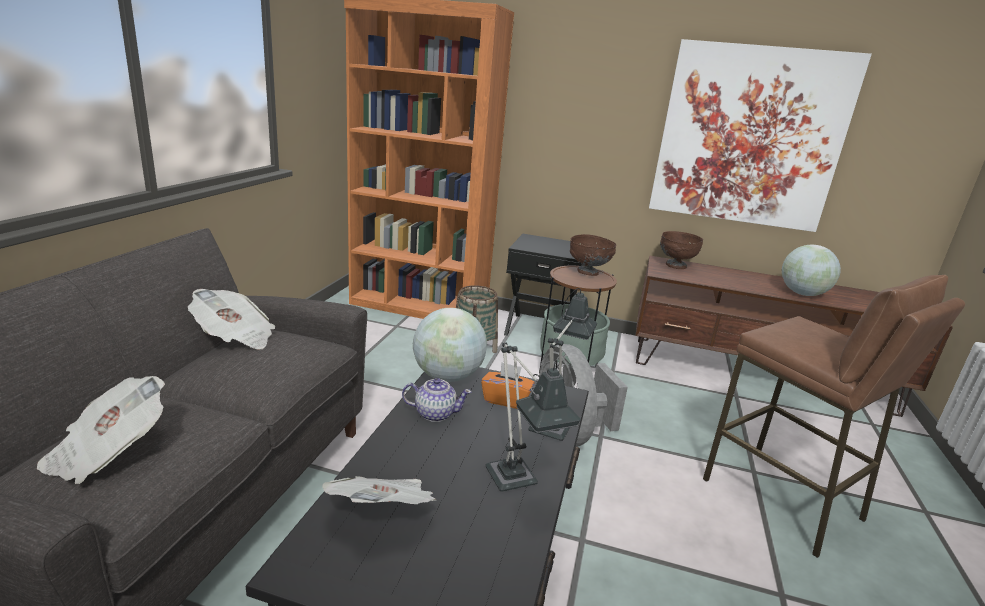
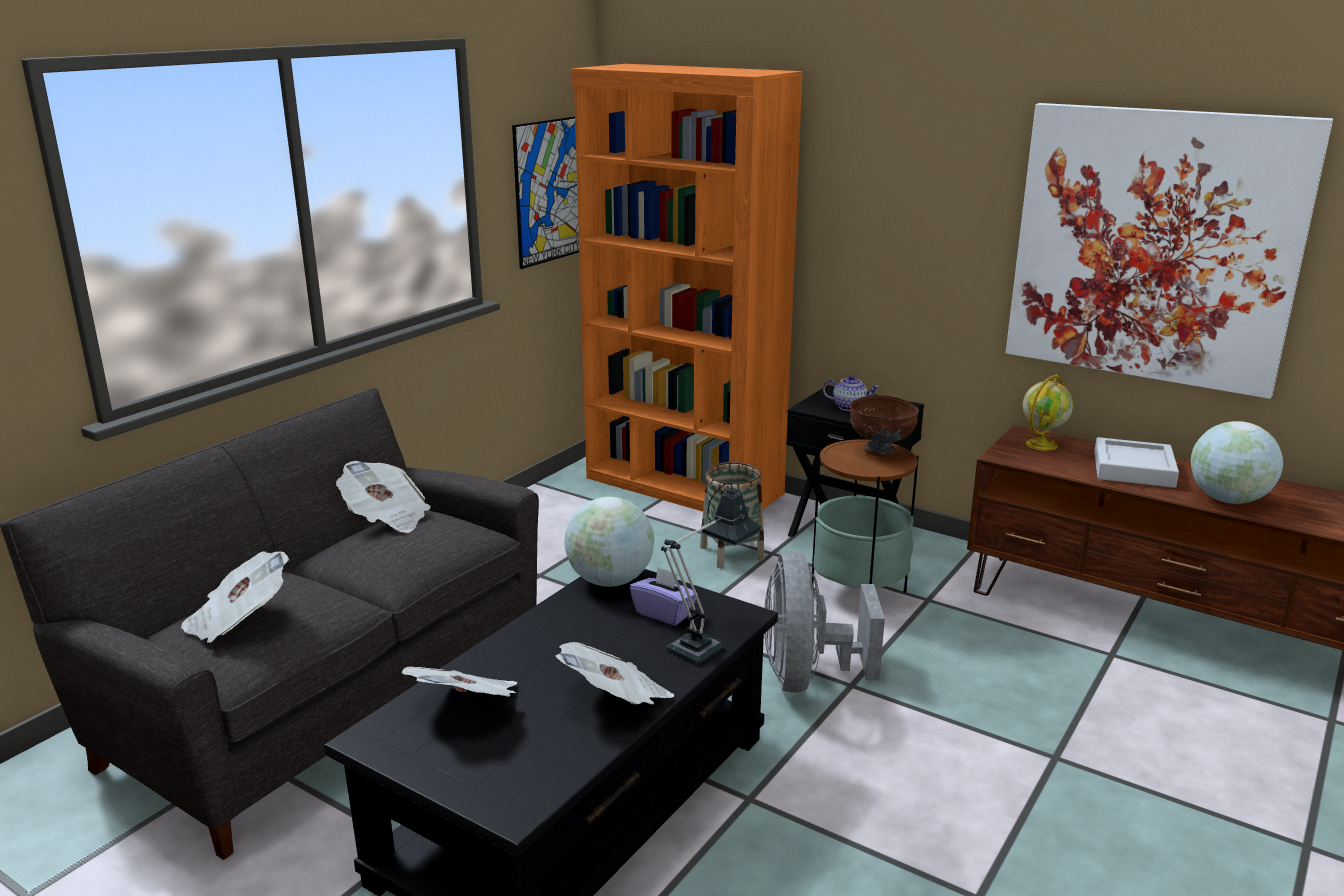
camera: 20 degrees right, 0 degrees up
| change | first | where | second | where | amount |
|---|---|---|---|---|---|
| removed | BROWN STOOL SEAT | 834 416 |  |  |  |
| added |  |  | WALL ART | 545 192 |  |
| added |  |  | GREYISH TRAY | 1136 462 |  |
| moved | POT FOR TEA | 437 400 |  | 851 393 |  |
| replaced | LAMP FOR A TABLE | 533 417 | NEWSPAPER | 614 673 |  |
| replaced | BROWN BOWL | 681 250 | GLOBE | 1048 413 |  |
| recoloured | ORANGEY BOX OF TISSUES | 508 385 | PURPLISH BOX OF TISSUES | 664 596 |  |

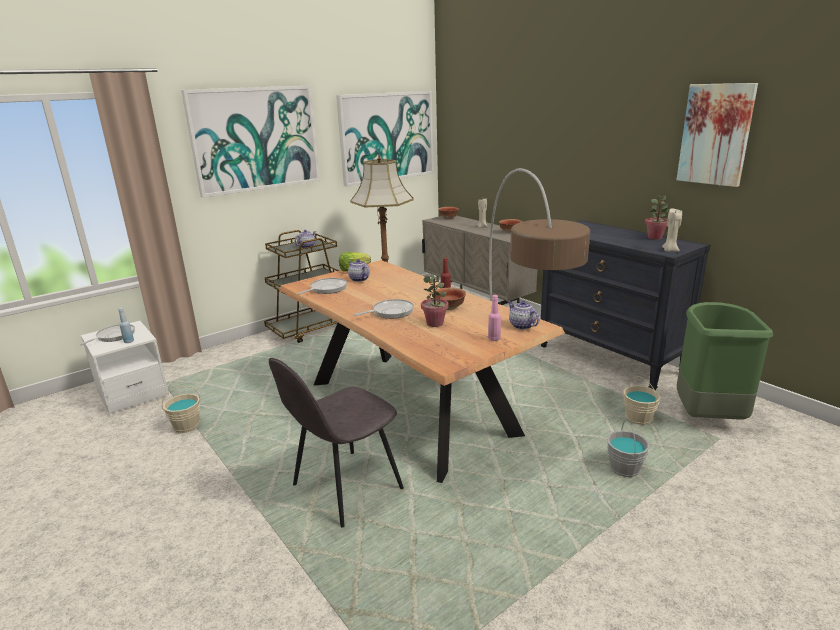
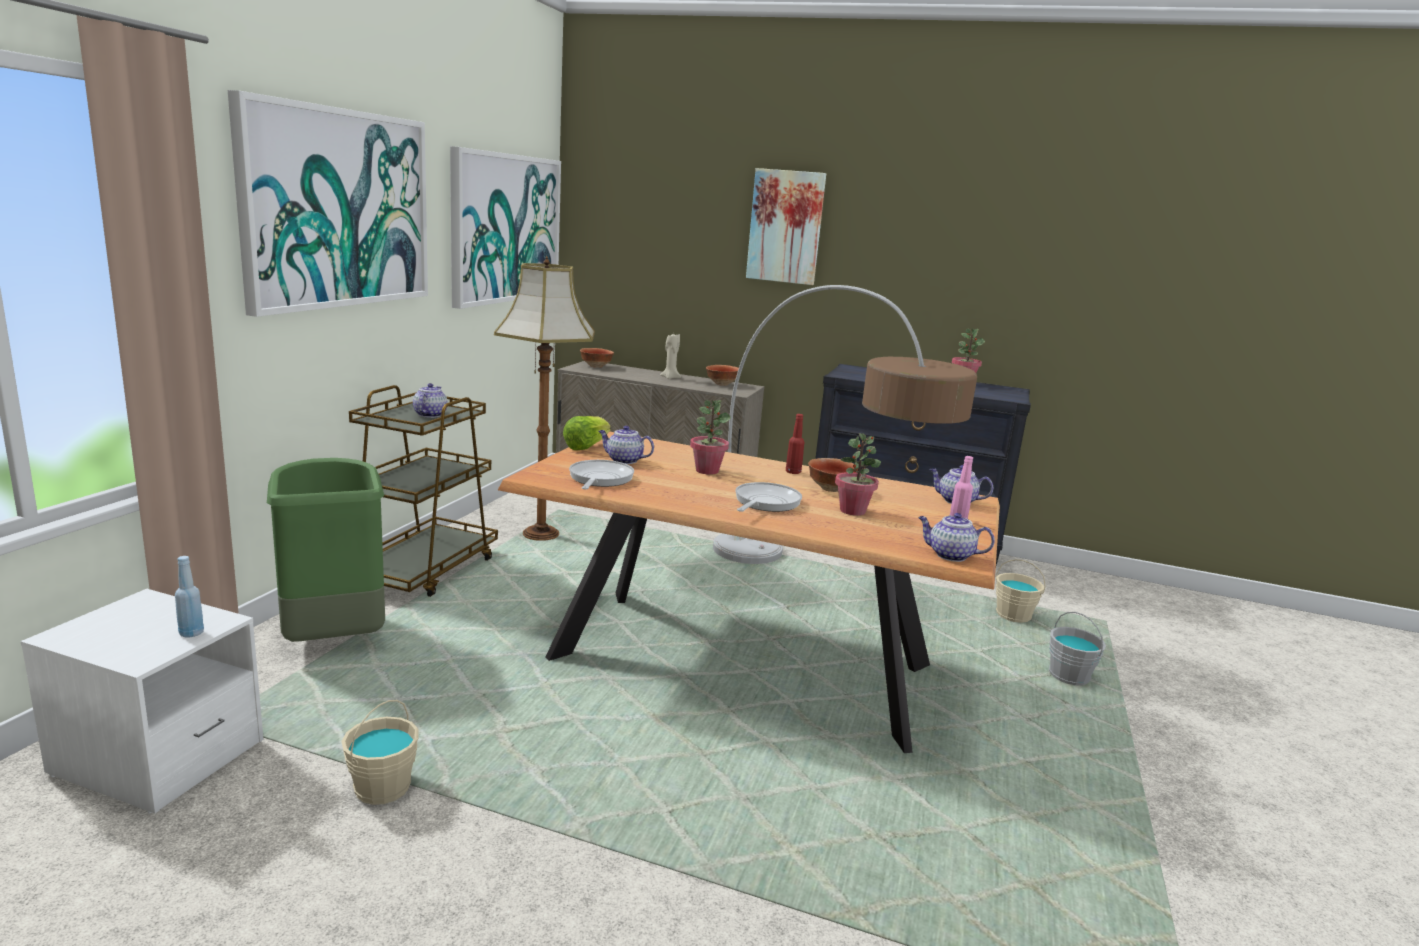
camera: 35 degrees left, 5 degrees down
| change | first | where | second | where | amount |
|---|---|---|---|---|---|
| removed | PAN | 107 334 |  |  |  |
| removed | GREYISH UPRIGHT CHAIR | 336 443 |  |  |  |
| removed | BEIGE-COLOURED CANDLE | 672 230 |  |  |  |
| added |  |  | POTTED PLANT | 710 437 |  |
| added |  |  | POT FOR TEA | 956 537 |  |
| moved | WALL ART | 717 135 |  | 786 226 |  |
| moved | GREEN TRASH CAN | 725 361 |  | 326 550 |  |

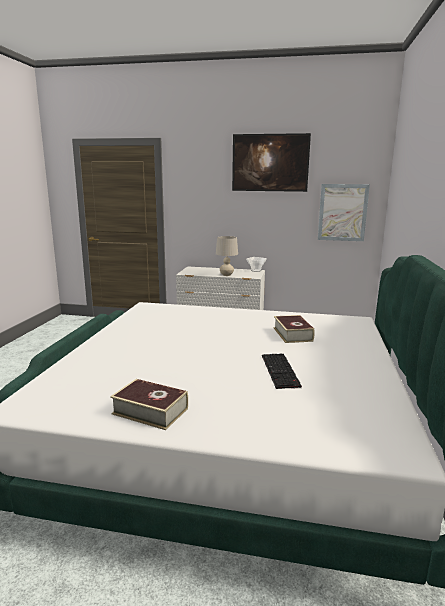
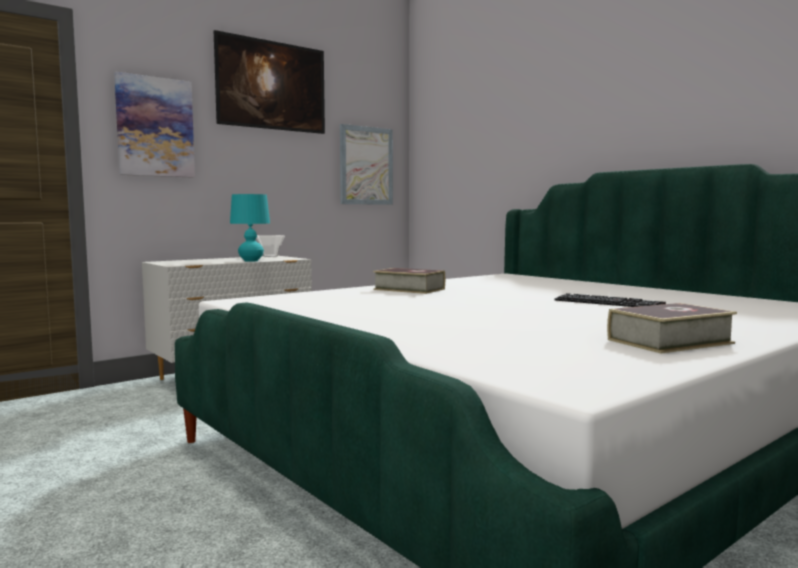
camera: 50 degrees left, 10 degrees down
| change | first | where | second | where | amount |
|---|---|---|---|---|---|
| added |  |  | WALL ART | 154 125 |  |
| moved | BOUND BOOK | 294 329 |  | 409 281 |  |
| recoloured | BEIGE-COLOURED LAMP FOR A TABLE | 227 256 | TURQUOISE LAMP FOR A TABLE | 250 228 |  |

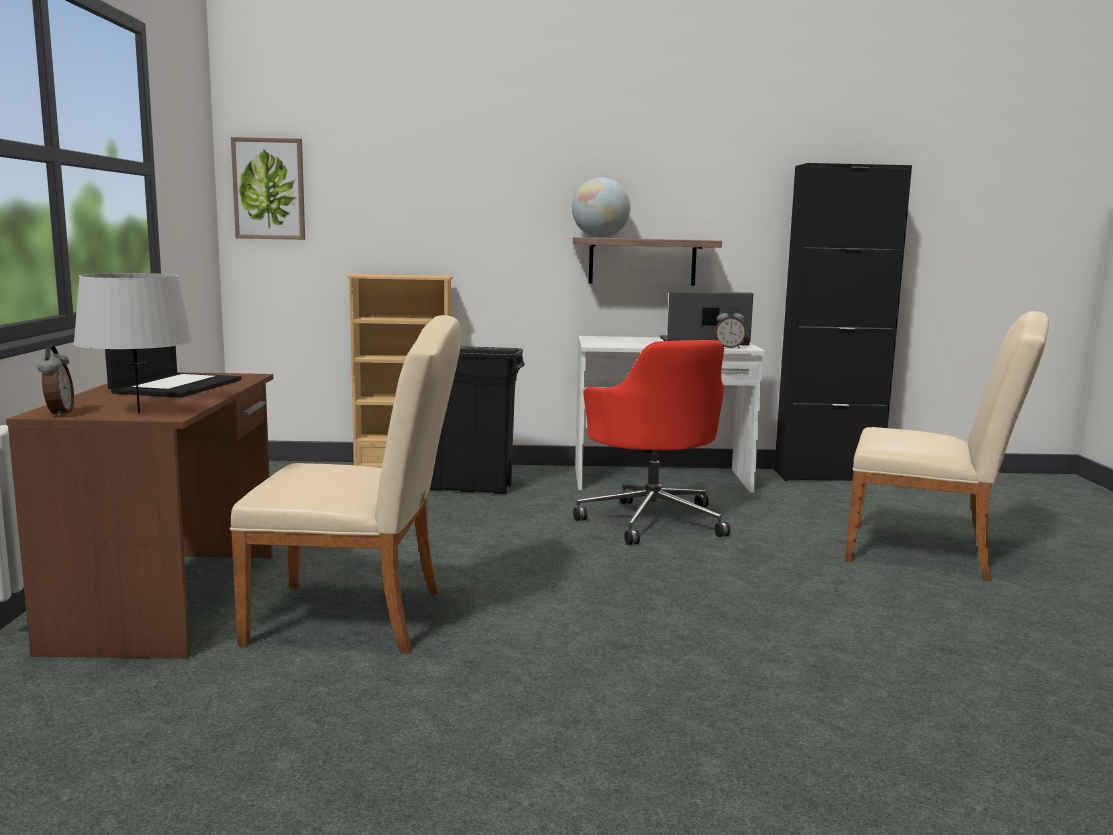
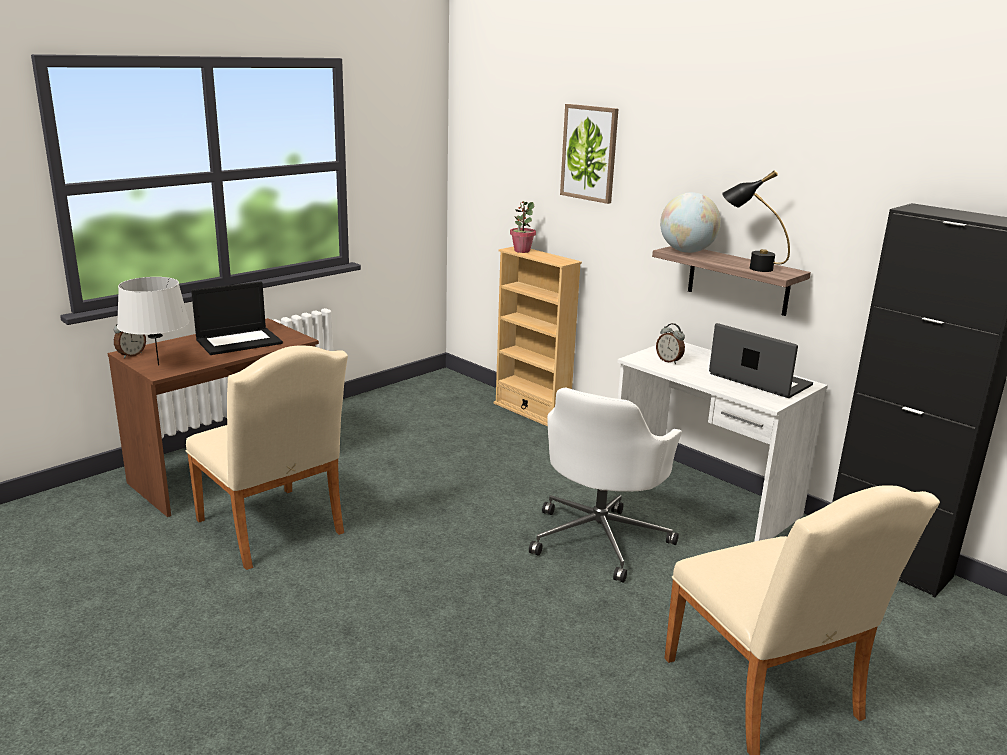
camera: 45 degrees right, 10 degrees up
| change | first | where | second | where | amount |
|---|---|---|---|---|---|
| removed | BLACKISH TRASH CAN | 477 420 |  |  |  |
| added |  |  | POTTED PLANT | 523 227 |  |
| added |  |  | BLACKISH LAMP FOR A TABLE | 756 221 |  |
| moved | WALL ART | 268 188 |  | 589 154 |  |
| moved | BEDSIDE CLOCK | 730 327 |  | 670 343 |  |
| recoloured | RED COMPUTER CHAIR | 651 442 | WHITISH COMPUTER CHAIR | 605 485 |  |

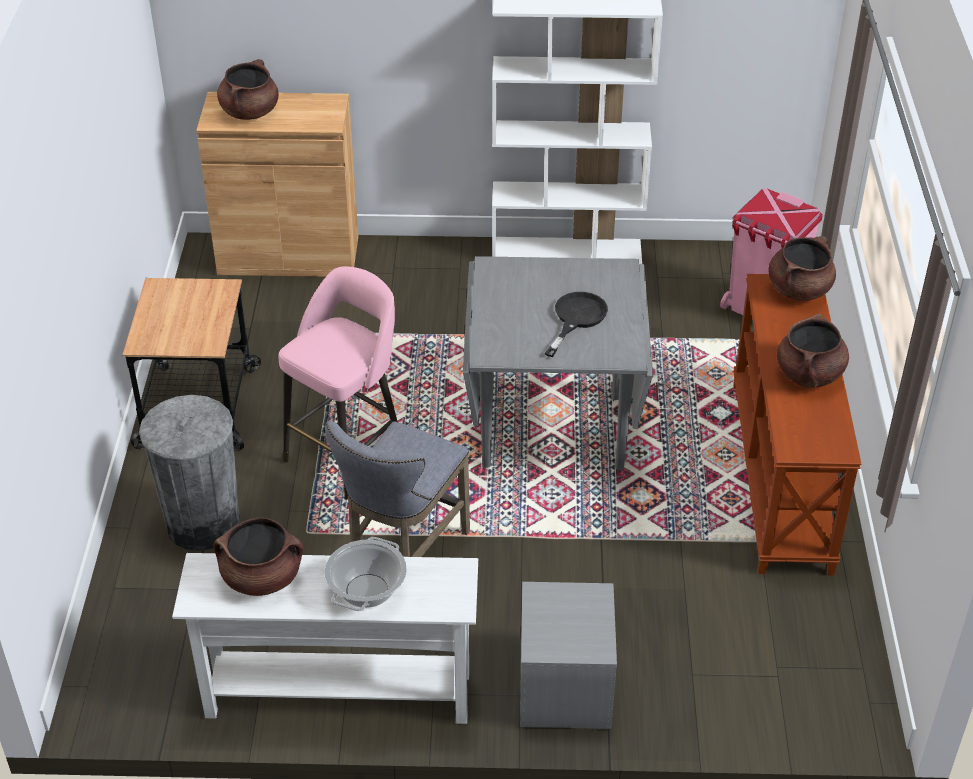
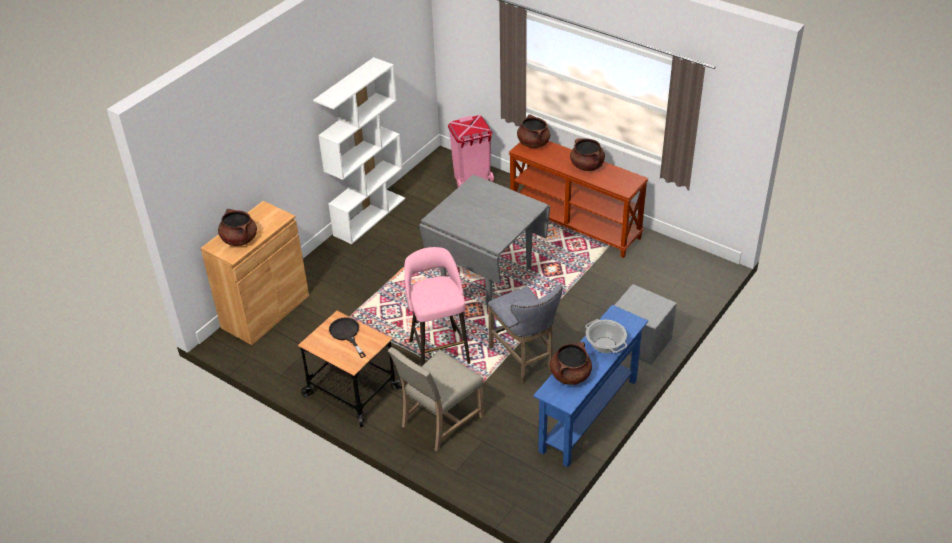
camera: 55 degrees left, 0 degrees up
| change | first | where | second | where | amount |
|---|---|---|---|---|---|
| moved | BLACKISH PAN | 576 324 |  | 347 337 |  |
| replaced | GREYISH TRASH CAN | 189 473 | BEIGE-COLOURED UPRIGHT CHAIR | 436 399 |  |
| recoloured | WHITISH HALL TABLE | 325 638 | BLUE HALL TABLE | 590 386 |  |

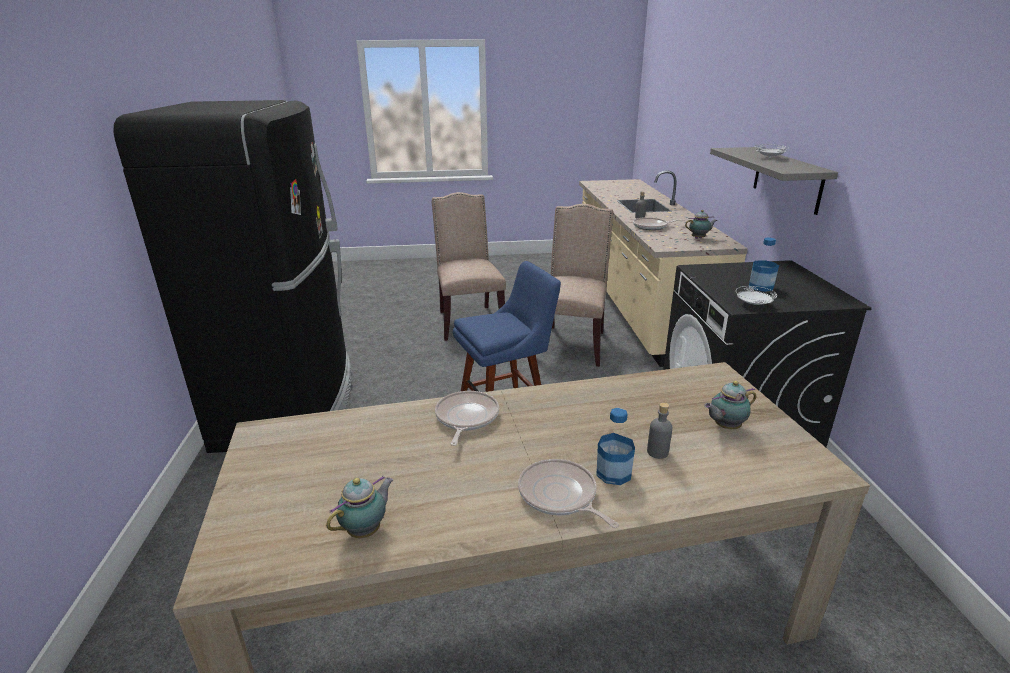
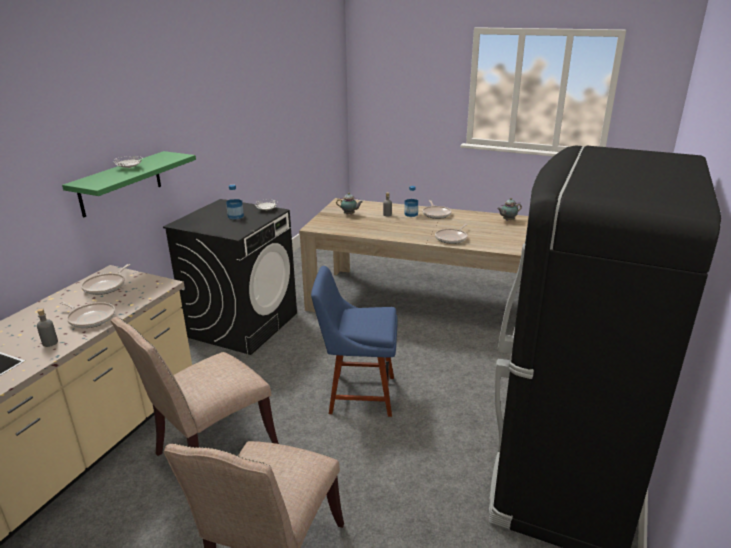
camera: 150 degrees left, 0 degrees up
| change | first | where | second | where | amount |
|---|---|---|---|---|---|
| replaced | POT FOR TEA | 701 224 | PAN | 105 279 |  |
| recoloured | GREYISH BRACKET SHELF | 774 181 | GREEN BRACKET SHELF | 129 184 |  |

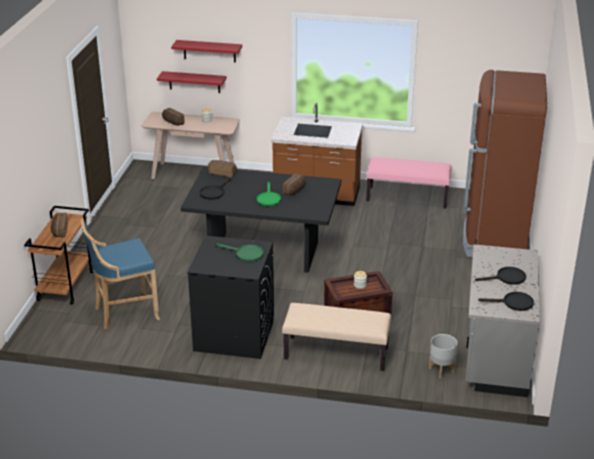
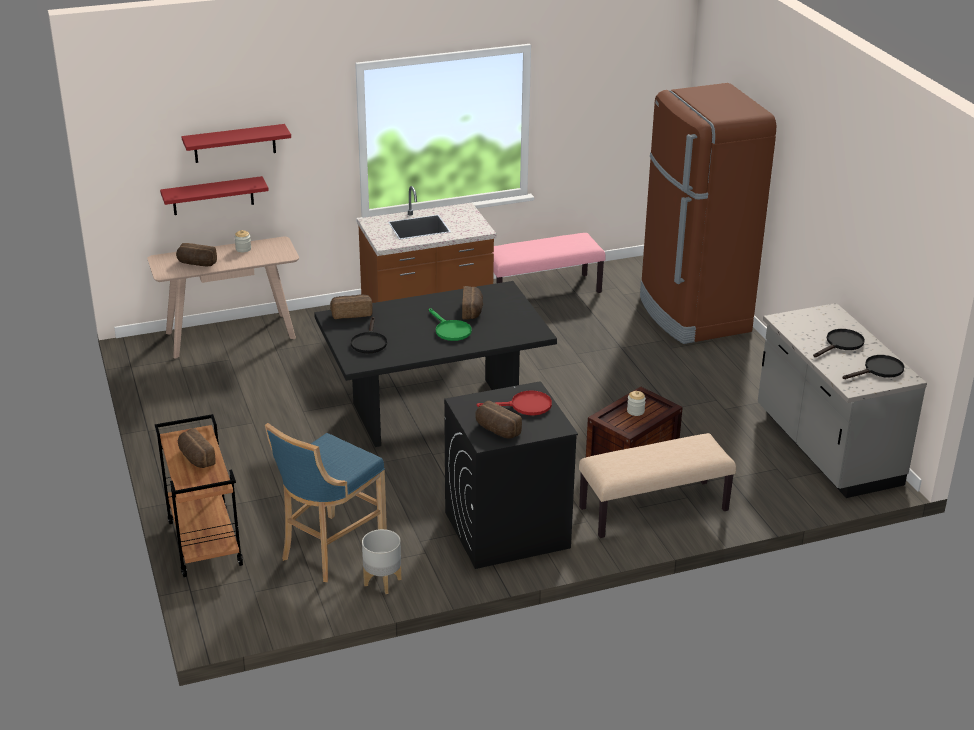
camera: 30 degrees left, 0 degrees up
| change | first | where | second | where | amount |
|---|---|---|---|---|---|
| added |  |  | BAKERY BREAD | 498 420 |  |
| moved | GREYISH PLANT POT | 443 356 |  | 381 561 |  |
| recoloured | GREEN PAN | 240 252 | RED PAN | 514 403 |  |

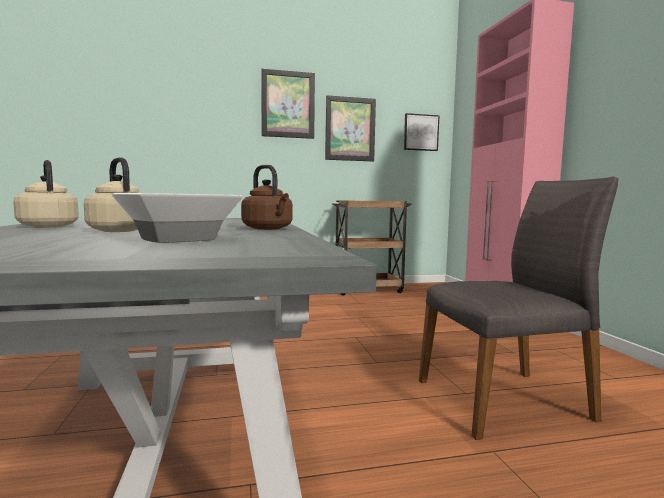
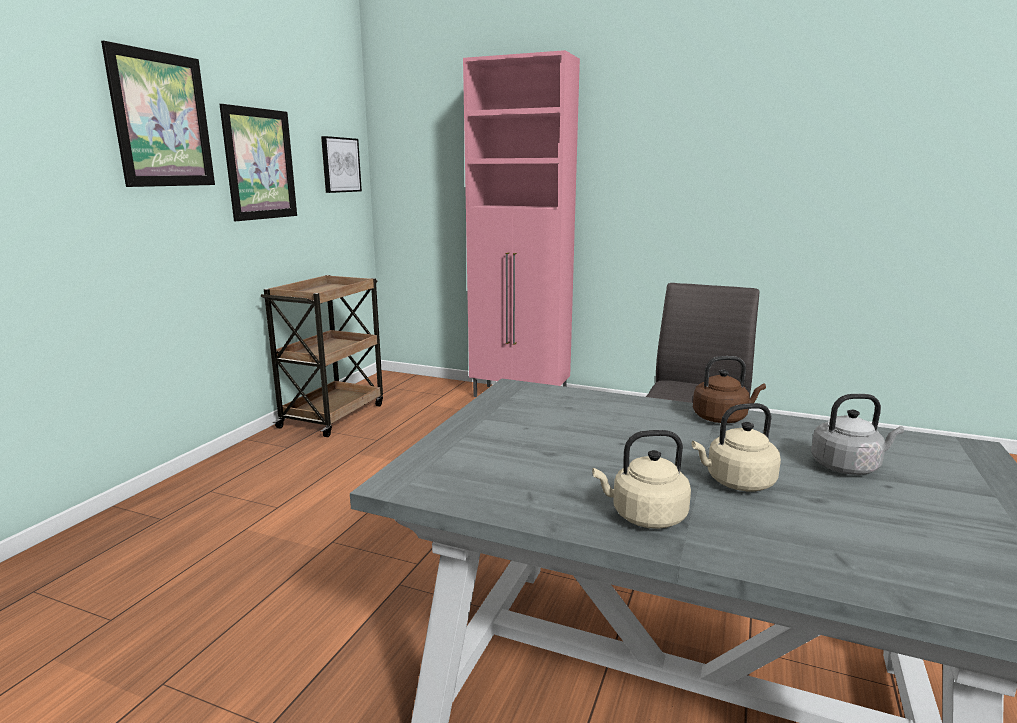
camera: 55 degrees left, 10 degrees up
| change | first | where | second | where | amount |
|---|---|---|---|---|---|
| replaced | BOWL | 177 218 | GREYISH TEA KETTLE | 857 434 |  |

